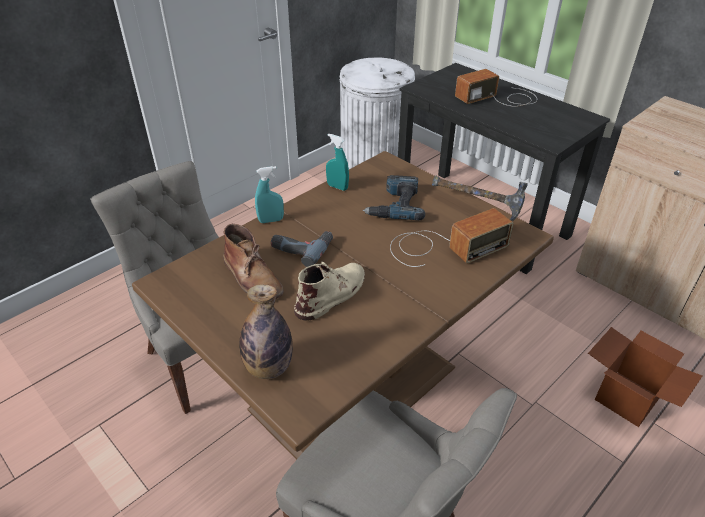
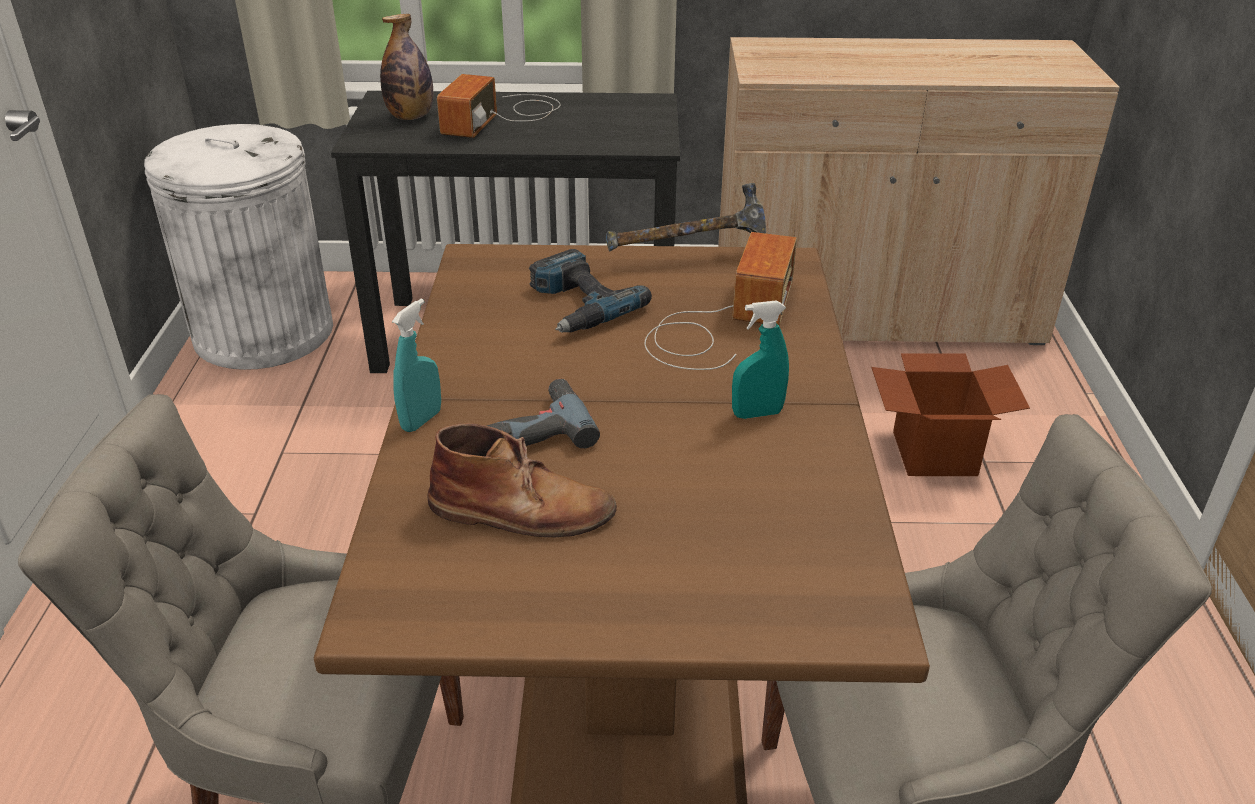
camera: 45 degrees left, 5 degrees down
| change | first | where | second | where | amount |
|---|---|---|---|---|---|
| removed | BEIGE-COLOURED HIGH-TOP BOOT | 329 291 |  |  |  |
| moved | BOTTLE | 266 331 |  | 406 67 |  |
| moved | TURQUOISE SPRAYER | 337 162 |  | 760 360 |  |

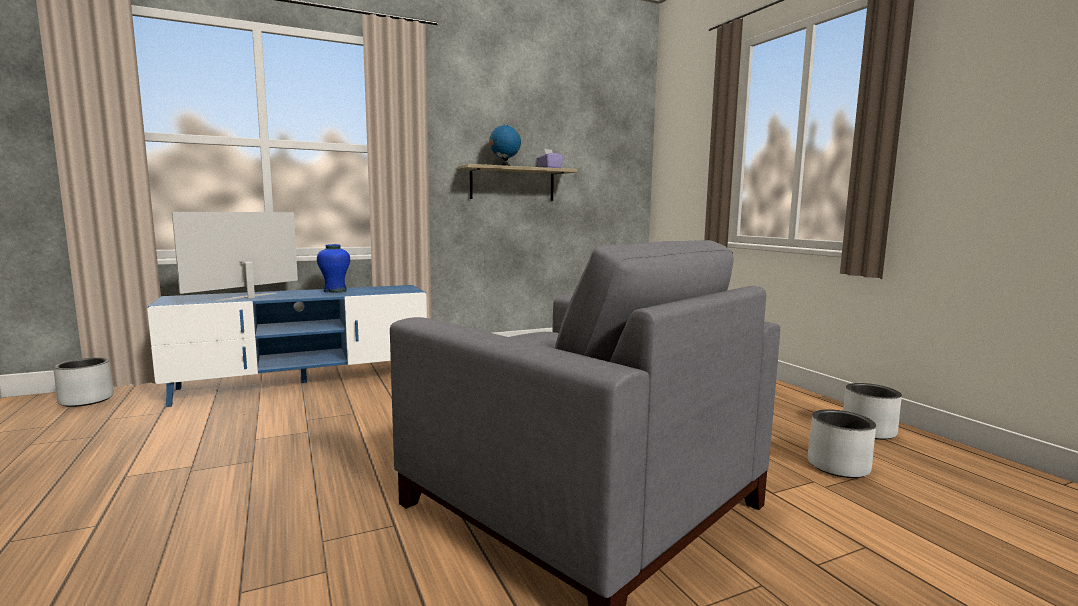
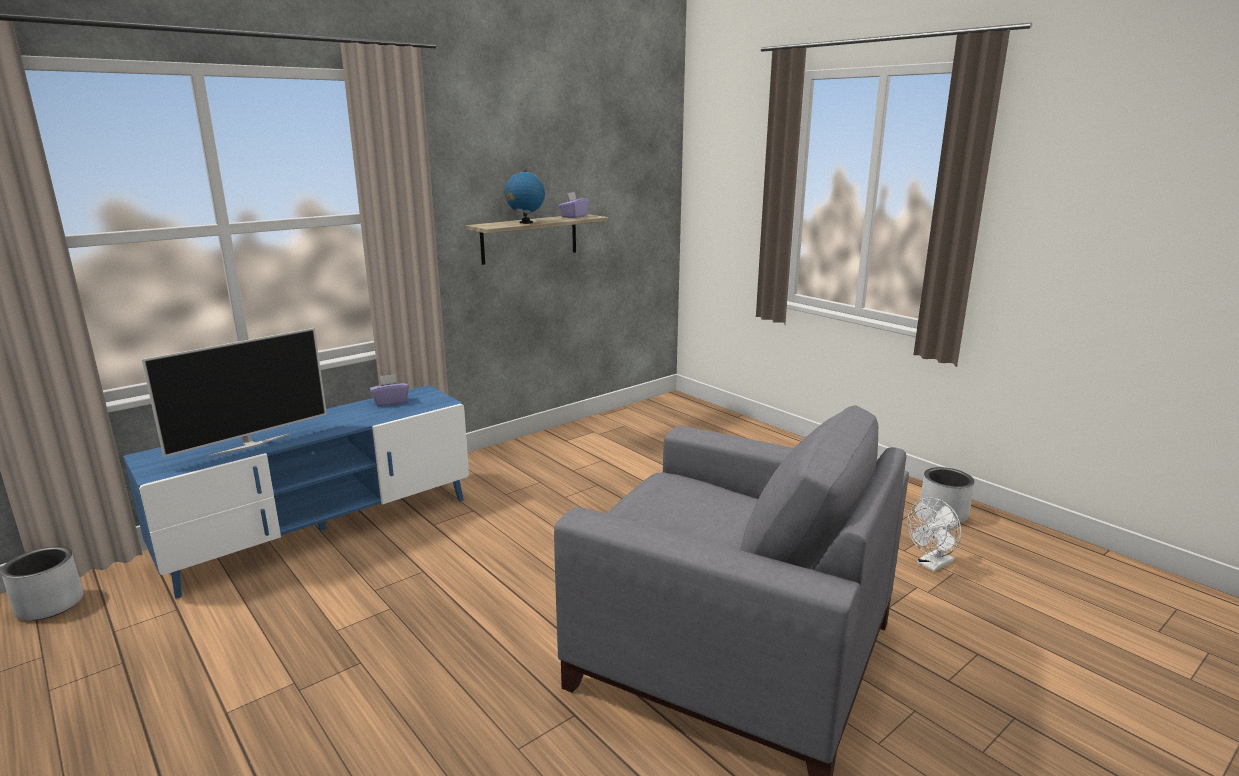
camera: 15 degrees left, 10 degrees up
| change | first | where | second | where | amount |
|---|---|---|---|---|---|
| removed | BLUE DECORATIVE VASE | 333 268 |  |  |  |
| added |  |  | PURPLISH BOX OF TISSUES | 389 390 |  |
| replaced | GREYISH PLANT POT | 842 443 | WHITISH COOLING FAN | 934 534 |  |
| turned | TV SET | 235 257 |  | 234 392 | 150 degrees counterclockwise |

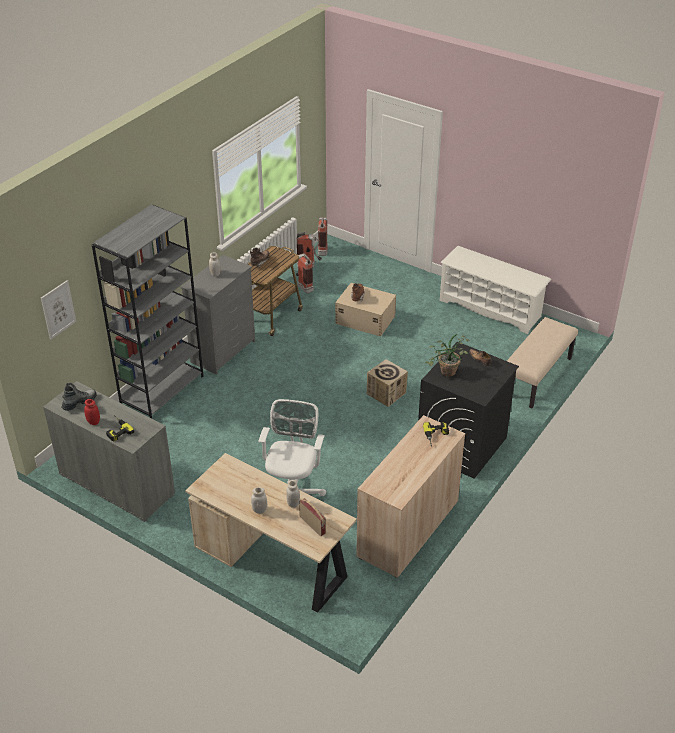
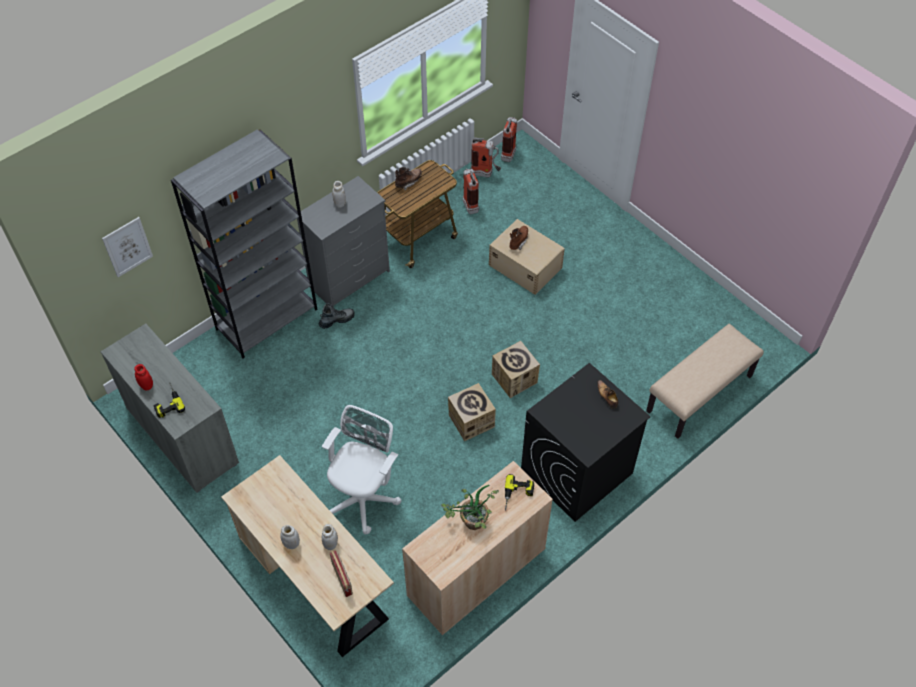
camera: 15 degrees right, 15 degrees up
| change | first | where | second | where | amount |
|---|---|---|---|---|---|
| removed | WHITISH SHOE STAND | 495 290 |  |  |  |
| added |  |  | CARDBOARD BOX | 472 412 |  |
| moved | HIGH-TOP BOOT | 79 397 |  | 336 316 |  |
| moved | POTTED PLANT | 447 355 |  | 470 507 |  |

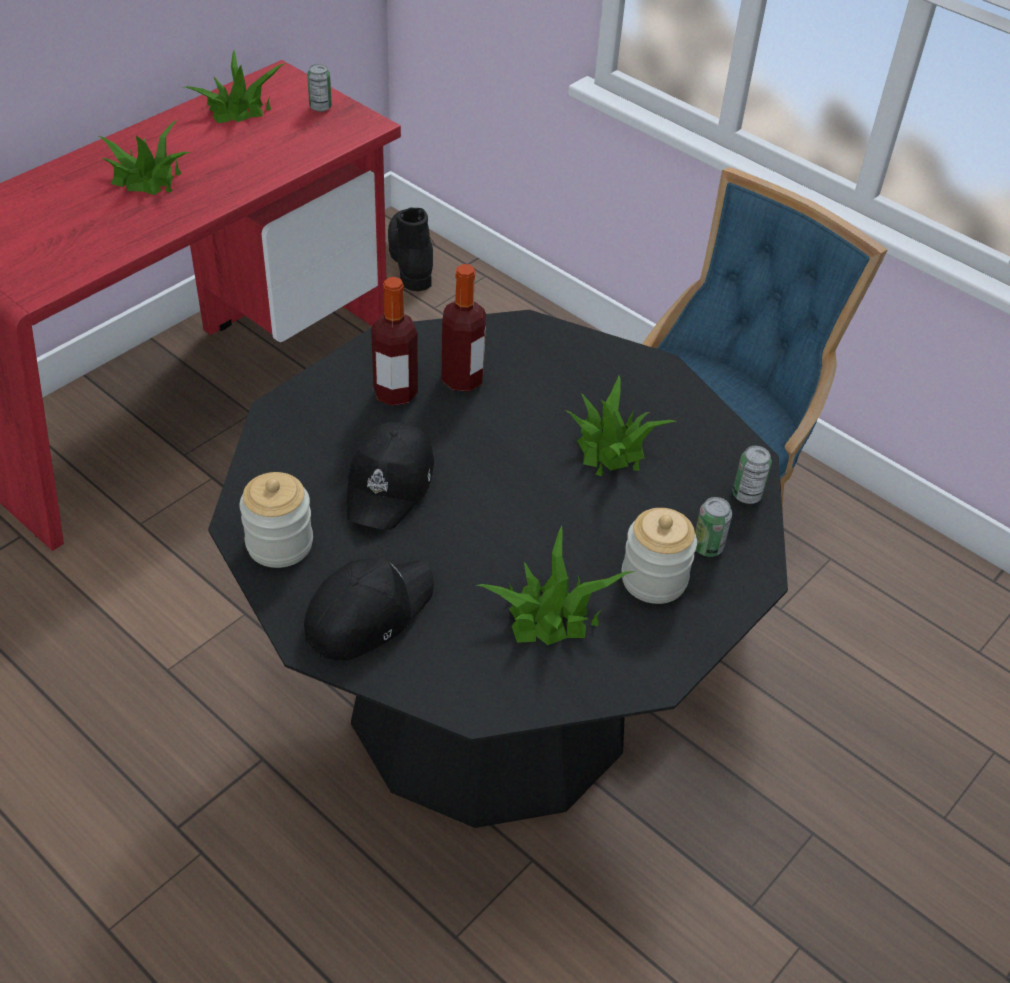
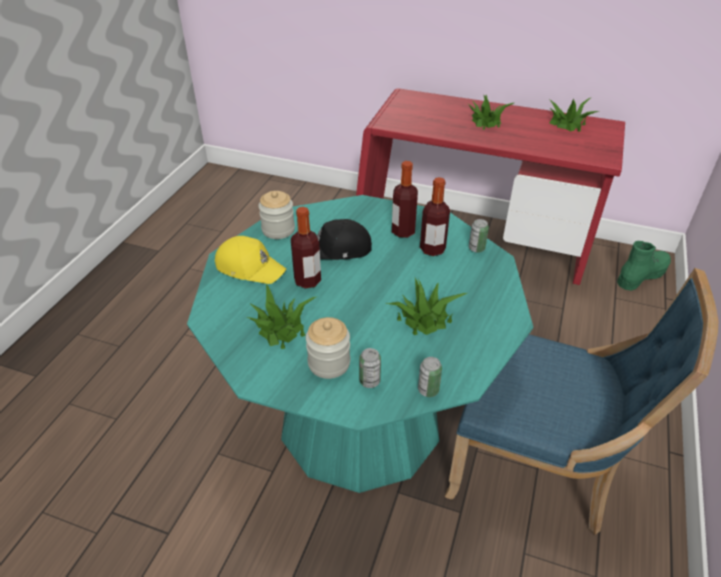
camera: 70 degrees right, 5 degrees down
| change | first | where | second | where | amount |
|---|---|---|---|---|---|
| added |  |  | BOTTLE | 306 248 |  |
| moved | SEALED CAN | 319 88 |  | 479 236 |  |
| recoloured | BLACKISH DINING TABLE | 498 569 | TURQUOISE DINING TABLE | 360 344 |  |
| recoloured | BLACKISH CAP | 369 609 | YELLOWISH CAP | 250 260 |  |
| recoloured | BLACKISH HIGH-TOP BOOT | 411 249 | GREEN HIGH-TOP BOOT | 644 266 |  |

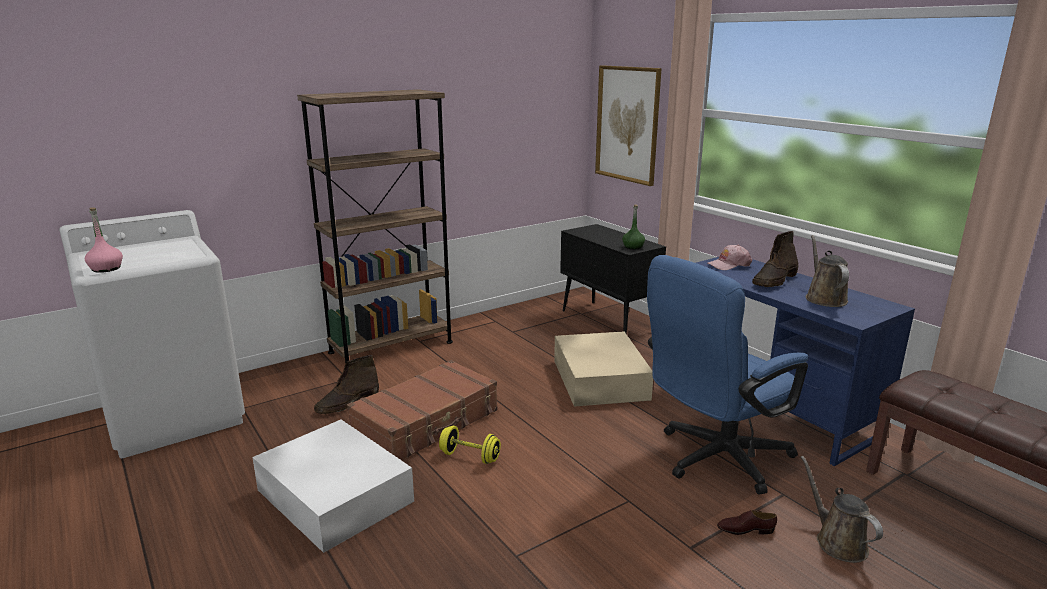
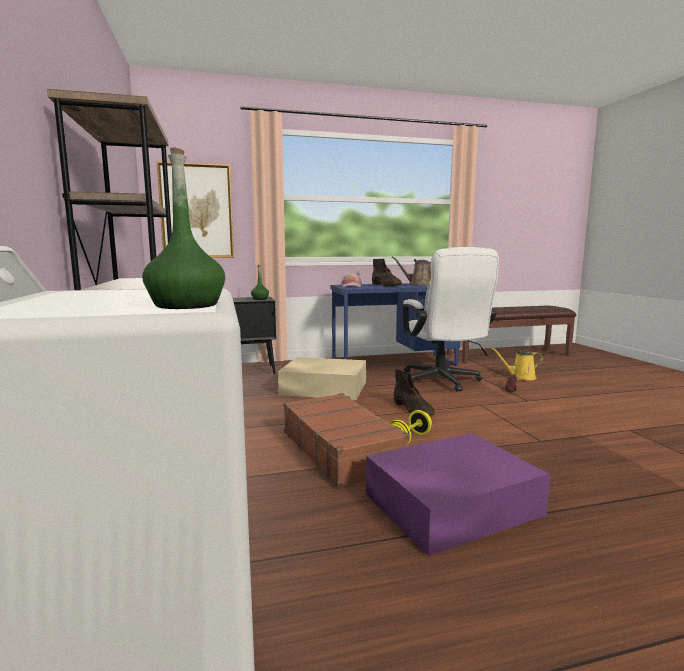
camera: 70 degrees left, 10 degrees down
| change | first | where | second | where | amount |
|---|---|---|---|---|---|
| moved | BROWN HIGH-TOP BOOT | 346 384 |  | 414 392 |  |
| recoloured | PINK BOTTLE | 104 240 | GREEN BOTTLE | 183 228 |  |
| recoloured | WHITISH STORAGE CONTAINER | 333 486 | PURPLISH STORAGE CONTAINER | 458 494 |  |
| recoloured | BLUE COMPUTER CHAIR | 727 374 | WHITISH COMPUTER CHAIR | 451 319 |  |
| recoloured | BROWN WATERING CAN | 842 509 | YELLOWISH WATERING CAN | 517 364 |  |

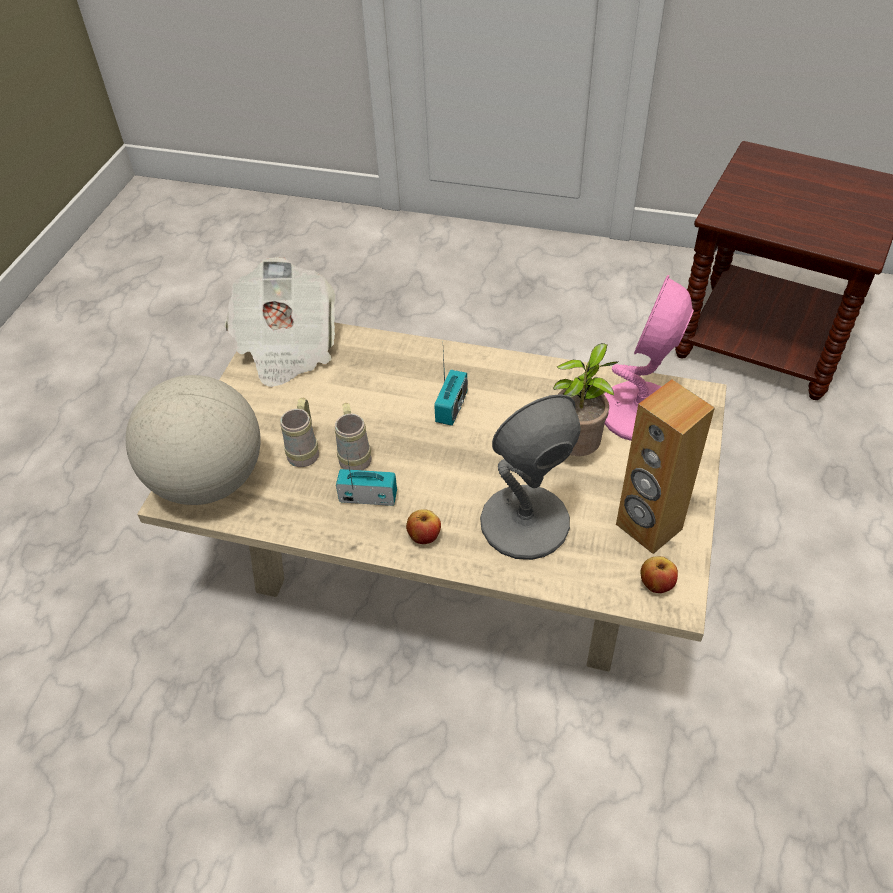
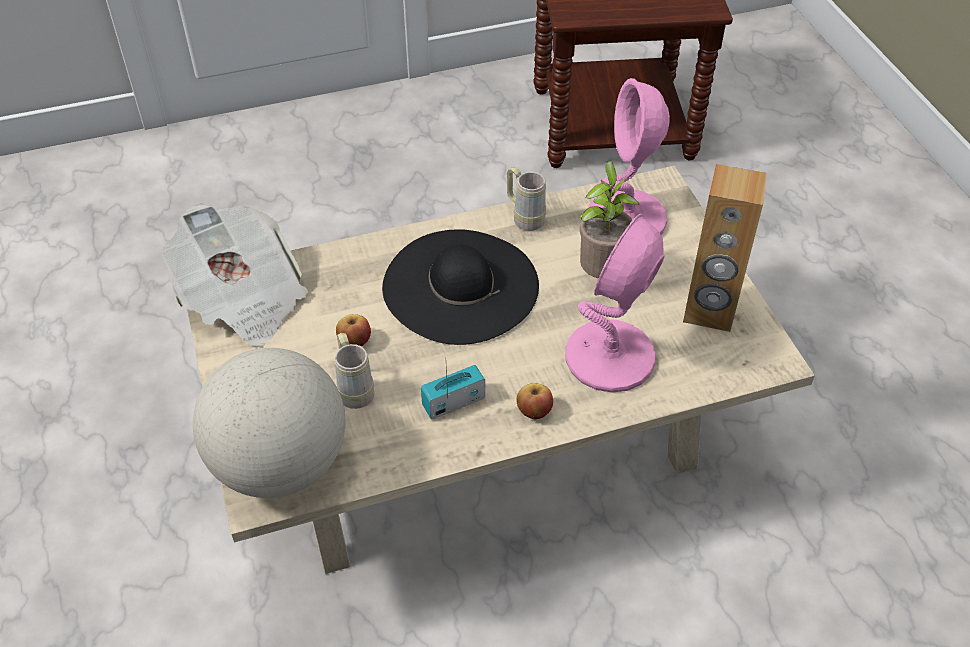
camera: 35 degrees left, 0 degrees up
| change | first | where | second | where | amount |
|---|---|---|---|---|---|
| moved | BEIGE-COLOURED MUG | 353 436 |  | 526 199 |  |
| moved | WHOLE APPLE | 659 574 |  | 353 330 |  |
| replaced | RADIO SET | 451 388 | BLACKISH CLOTHING HAT | 460 287 |  |
| recoloured | GREYISH LAMP FOR A TABLE | 530 477 | PINK LAMP FOR A TABLE | 615 303 |  |

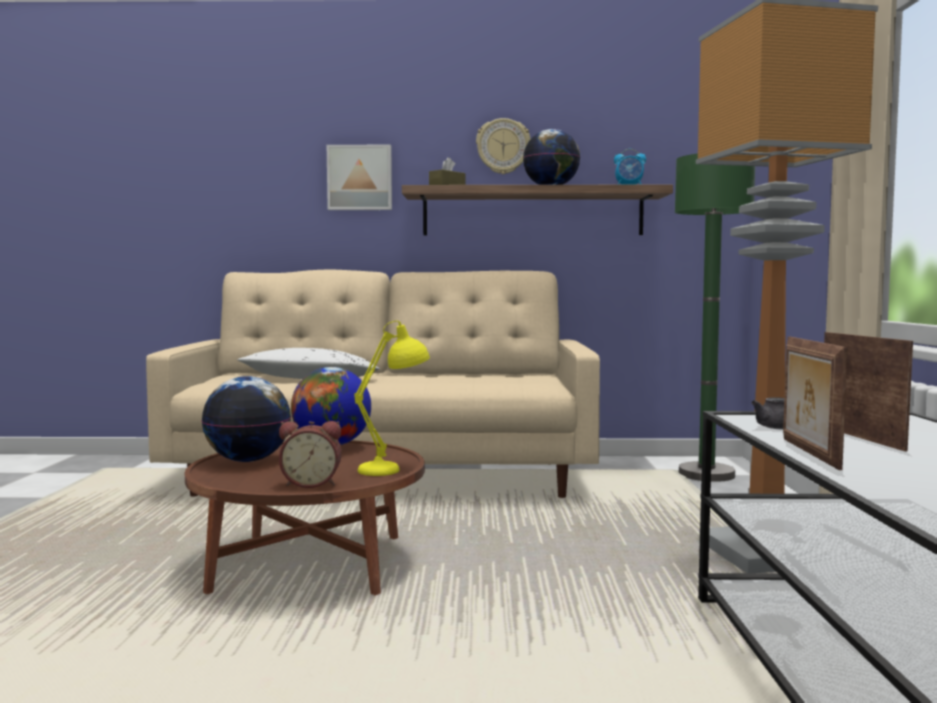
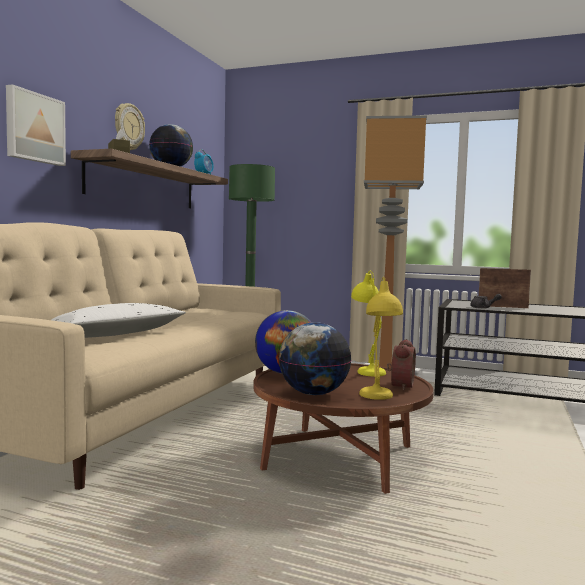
camera: 70 degrees left, 0 degrees up
| change | first | where | second | where | amount |
|---|---|---|---|---|---|
| removed | PICTURE FRAME | 815 403 |  |  |  |
| added |  |  | YELLOWISH LAMP FOR A TABLE | 381 338 |  |

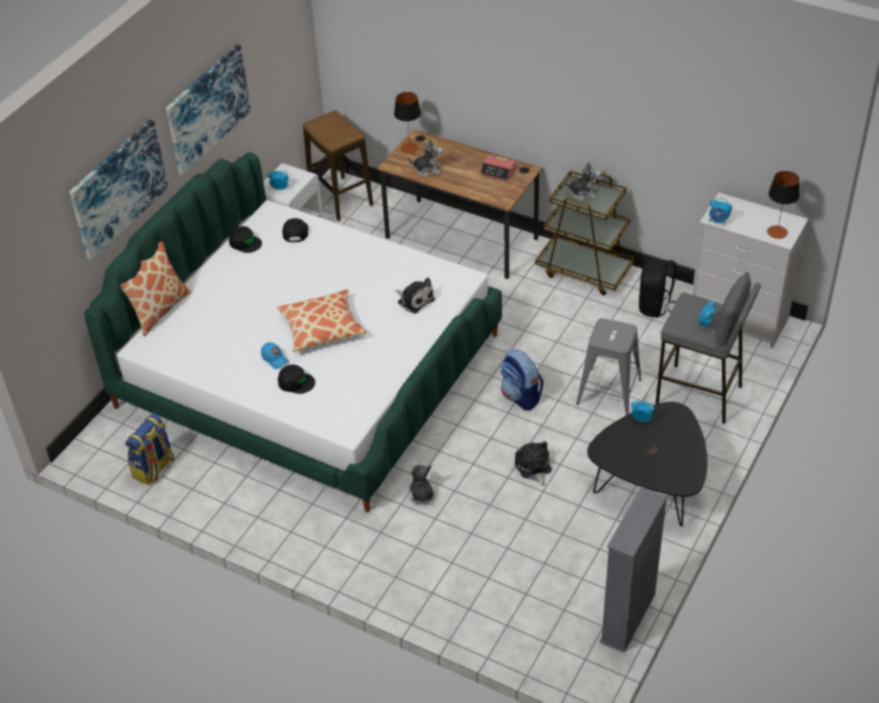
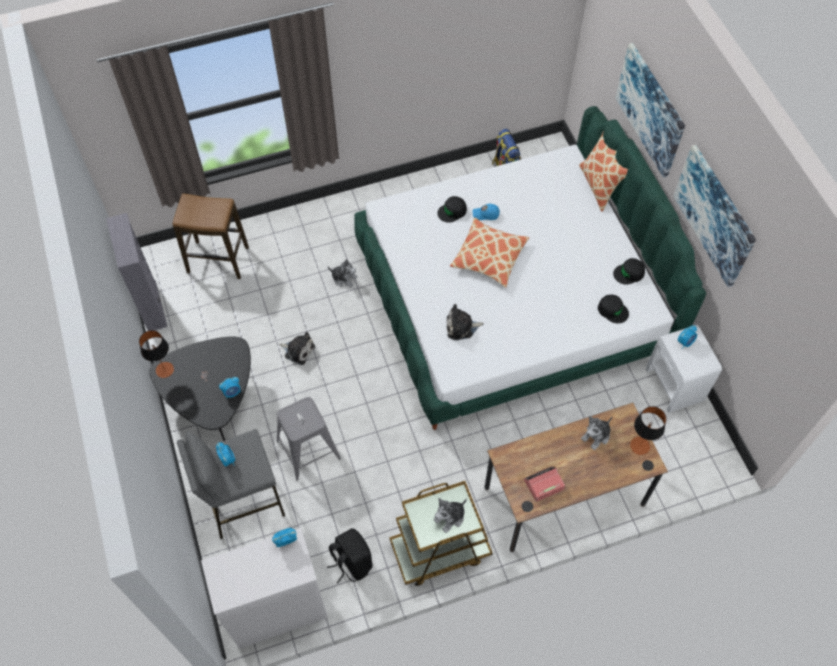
camera: 130 degrees right, 15 degrees up
| change | first | where | second | where | amount |
|---|---|---|---|---|---|
| removed | RUCKSACK | 522 379 |  |  |  |
| moved | STOOL SEAT | 338 165 |  | 211 236 |  |
| moved | LAMP FOR A TABLE | 783 205 |  | 156 354 |  |

